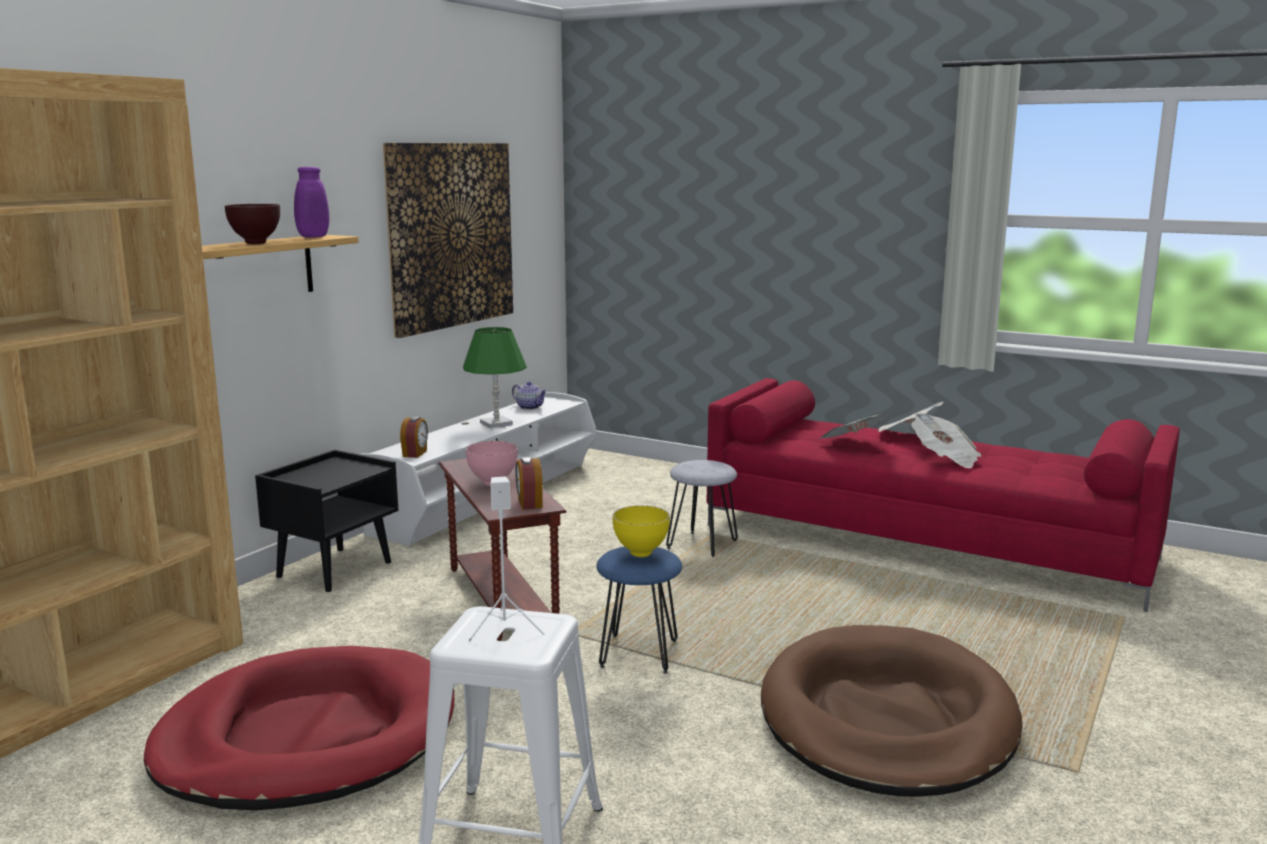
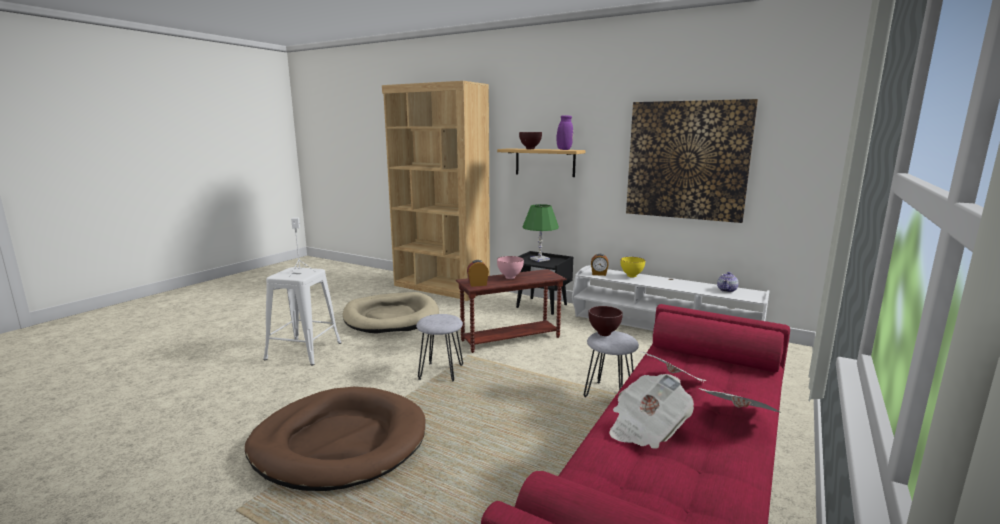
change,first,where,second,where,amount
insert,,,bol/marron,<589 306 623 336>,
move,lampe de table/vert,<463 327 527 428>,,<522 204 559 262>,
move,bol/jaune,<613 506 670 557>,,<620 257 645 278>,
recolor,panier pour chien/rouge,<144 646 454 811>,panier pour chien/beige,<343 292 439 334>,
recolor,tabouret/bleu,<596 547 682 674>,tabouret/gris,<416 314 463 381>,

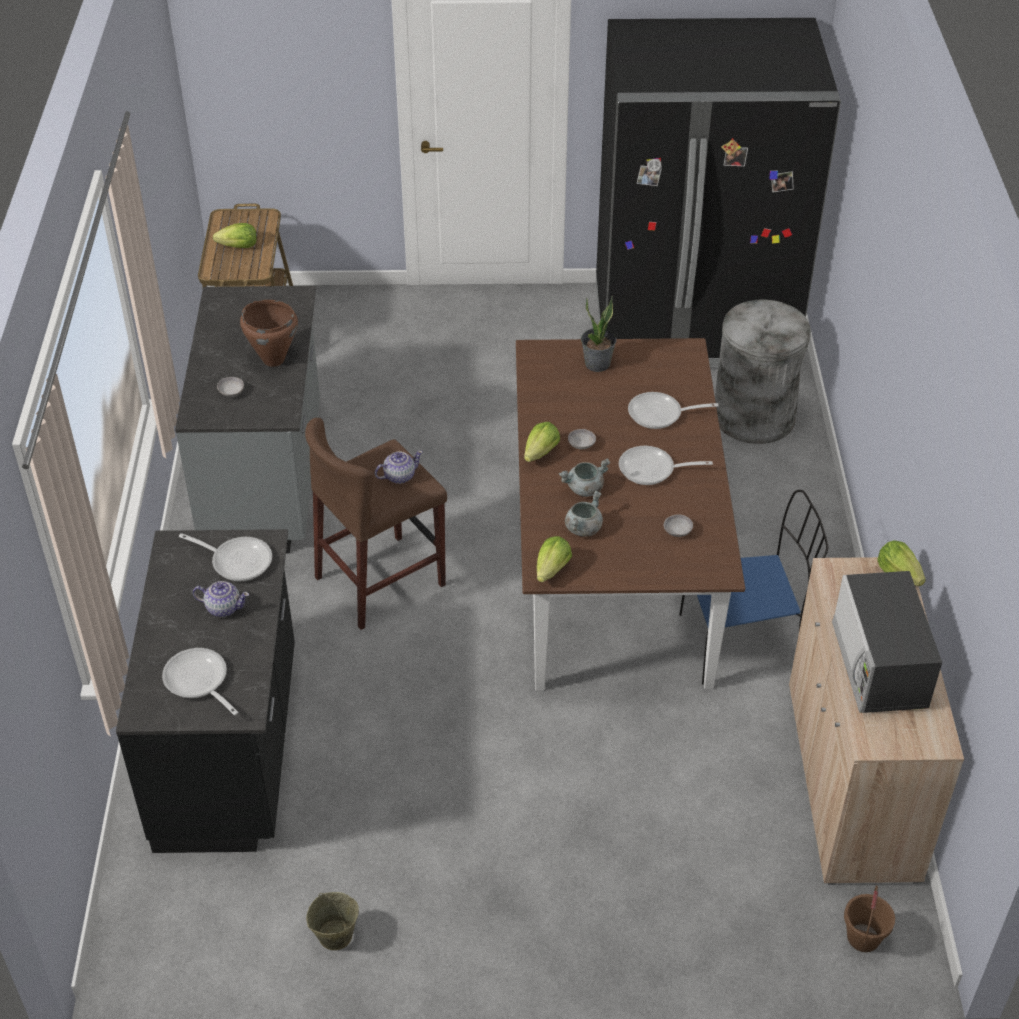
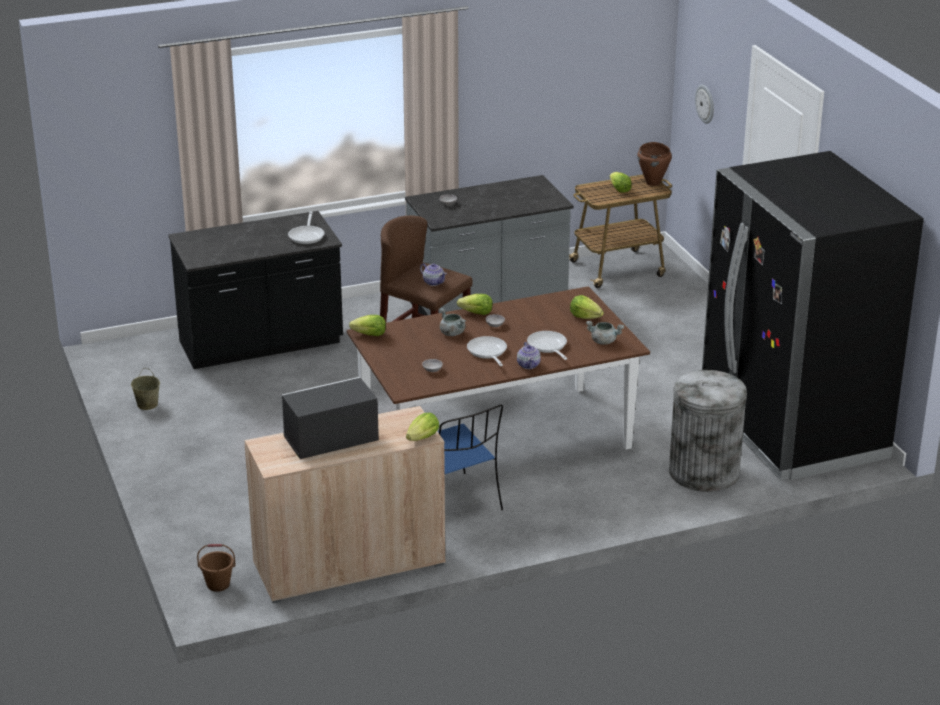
change,first,where,second,where,amount
delete,poêle,<162 648 239 715>,,,
insert,,,horloge murale,<695 85 714 124>,
move,théière,<193 581 249 617>,,<517 342 541 369>,
move,marmite/marron,<240 300 298 367>,,<637 142 672 186>,
move,marmite/gris,<565 491 603 537>,,<586 321 624 345>,
replace,plante en pot,<581 296 617 372>,laitue,<570 295 604 319>,

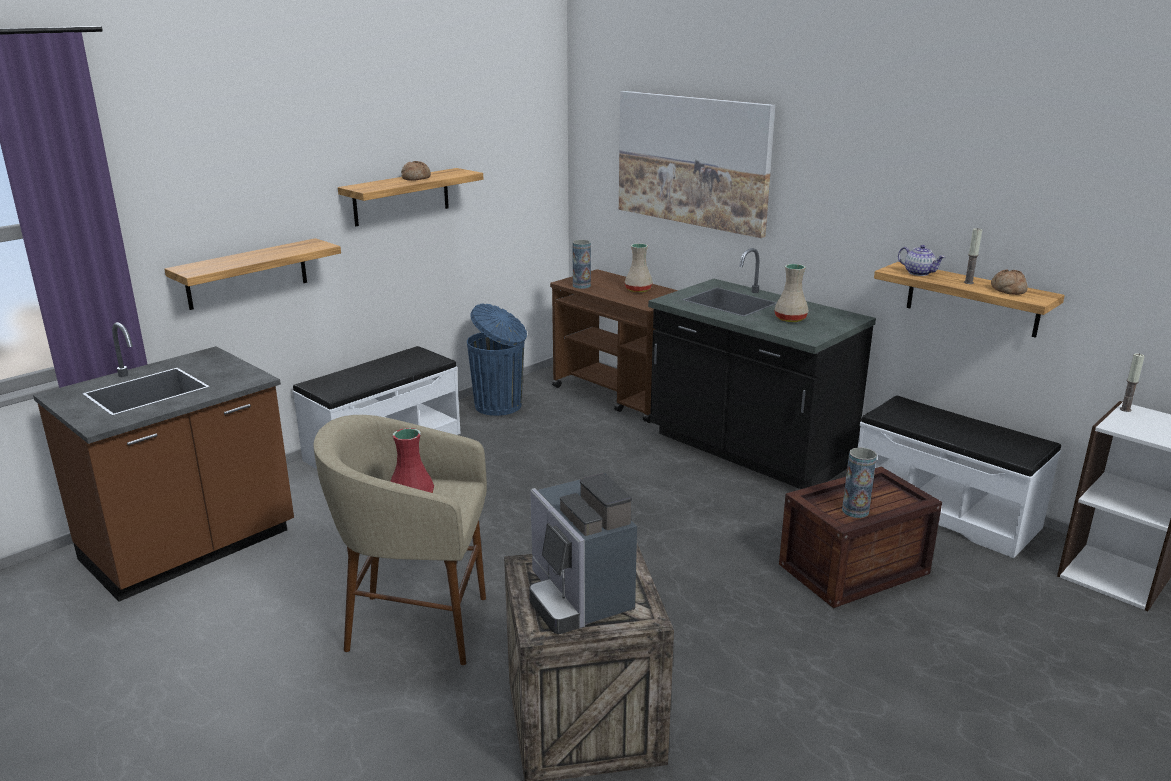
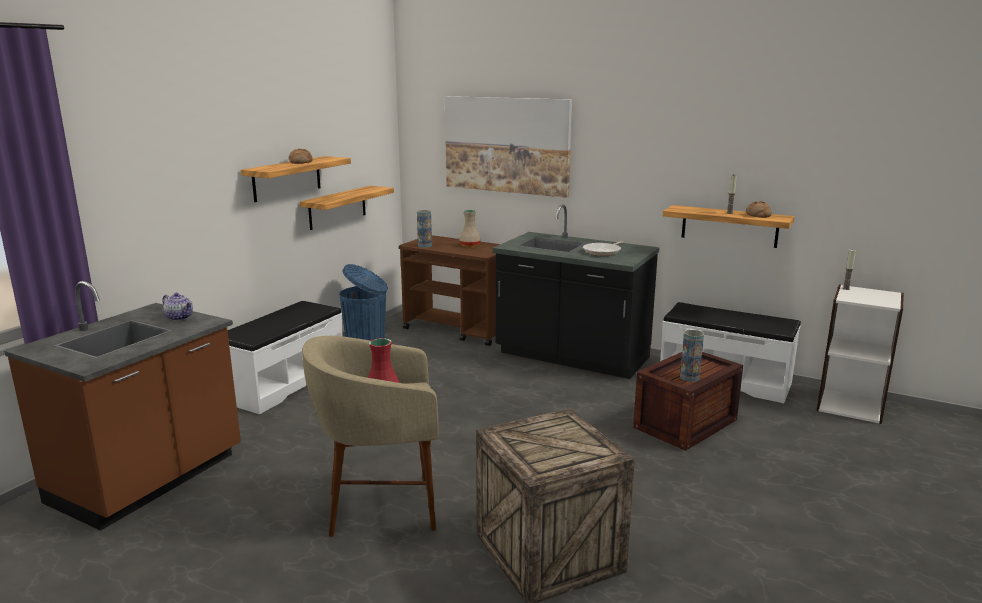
change,first,where,second,where,amount
delete,machine à café,<529 473 637 634>,,,
move,étagère,<164 238 341 310>,,<300 186 394 230>,
move,théière,<898 245 945 276>,,<162 293 193 321>,
replace,vase/beige,<774 264 809 322>,poêle,<583 241 623 256>,

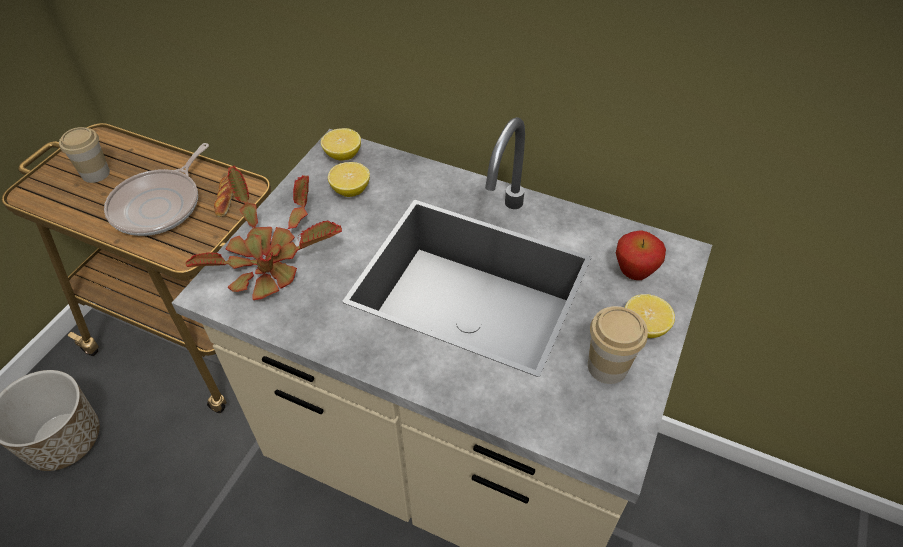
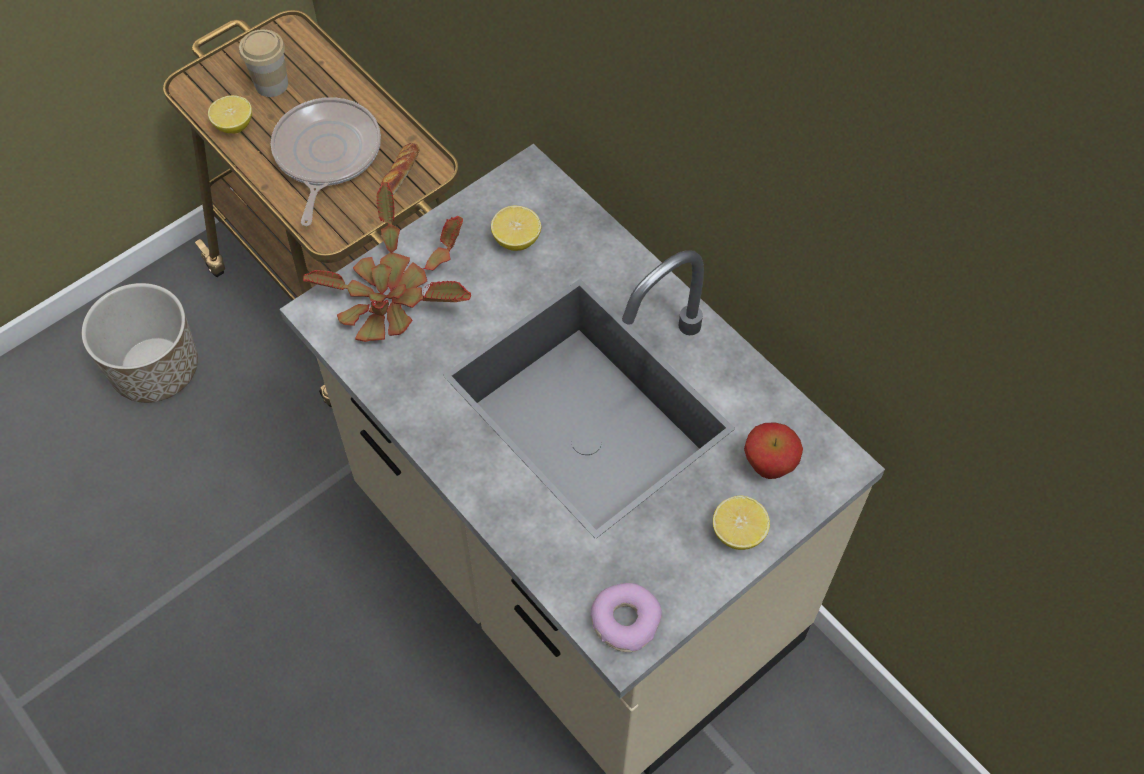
change,first,where,second,where,amount
delete,tasse,<588 306 648 384>,,,
insert,,,beignet,<590 583 662 652>,
move,citron,<321 128 361 160>,,<208 95 252 134>,
rotate,poêle,<104 143 209 236>,,<271 97 381 226>,135 degrees clockwise

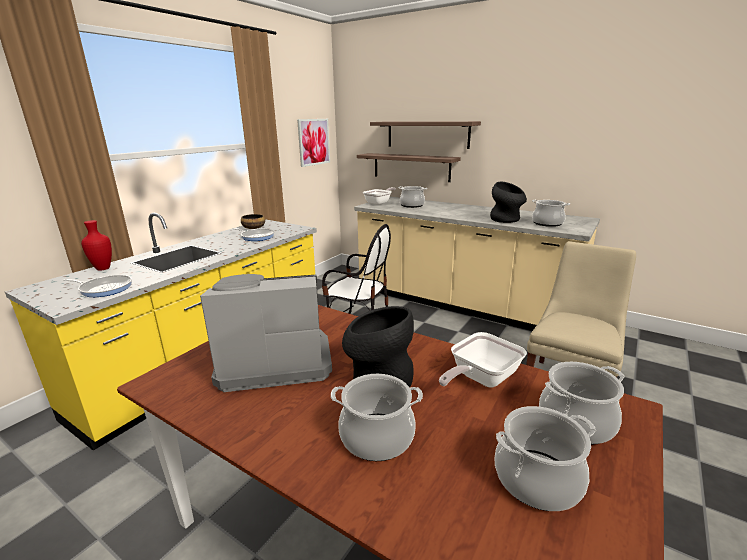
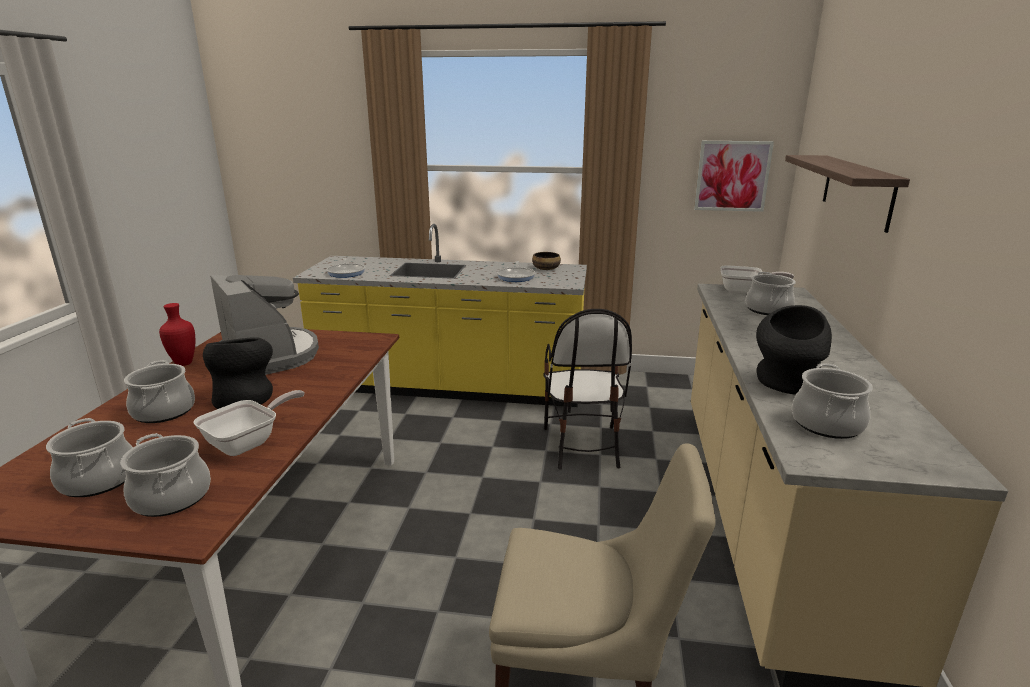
change,first,where,second,where,amount
delete,étagère,<357 153 461 182>,,,
move,vase/rouge,<81 220 112 271>,,<159 303 195 366>,
rotate,poêle,<439 332 527 387>,,<193 390 305 456>,105 degrees clockwise

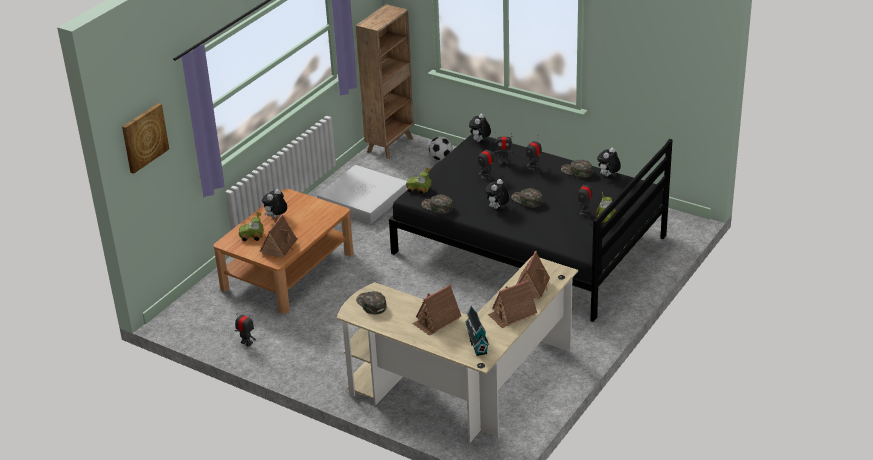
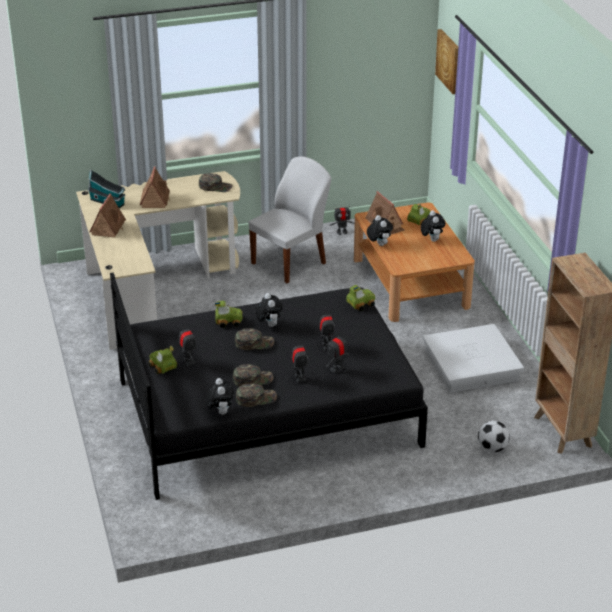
change,first,where,second,where,amount
delete,maison miniature,<516 251 550 299>,,,
insert,,,petite voiture,<215 301 243 328>,
insert,,,chaise/blanc,<249 156 331 283>,
move,casquette/vert,<421 195 453 214>,,<233 364 273 387>,
move,peluche,<469 113 491 142>,,<367 215 393 246>,

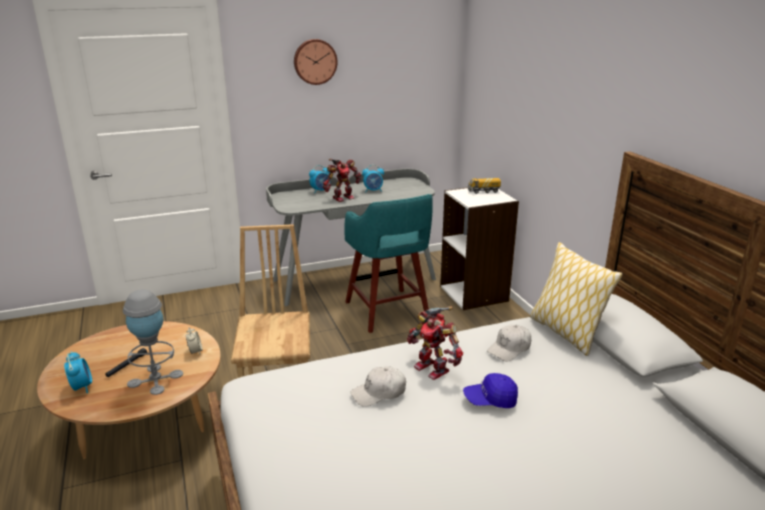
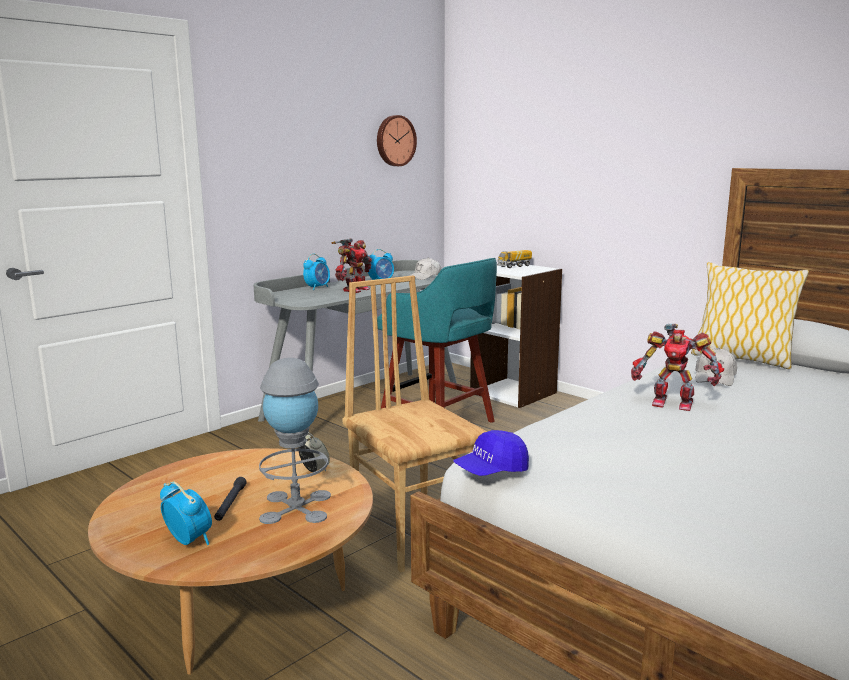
change,first,where,second,where,amount
move,horloge murale,<294 39 338 85>,,<377 115 417 166>,
move,casquette/blanc,<351 366 406 407>,,<409 258 441 280>,
move,casquette/bleu,<463 373 518 408>,,<453 430 529 476>,

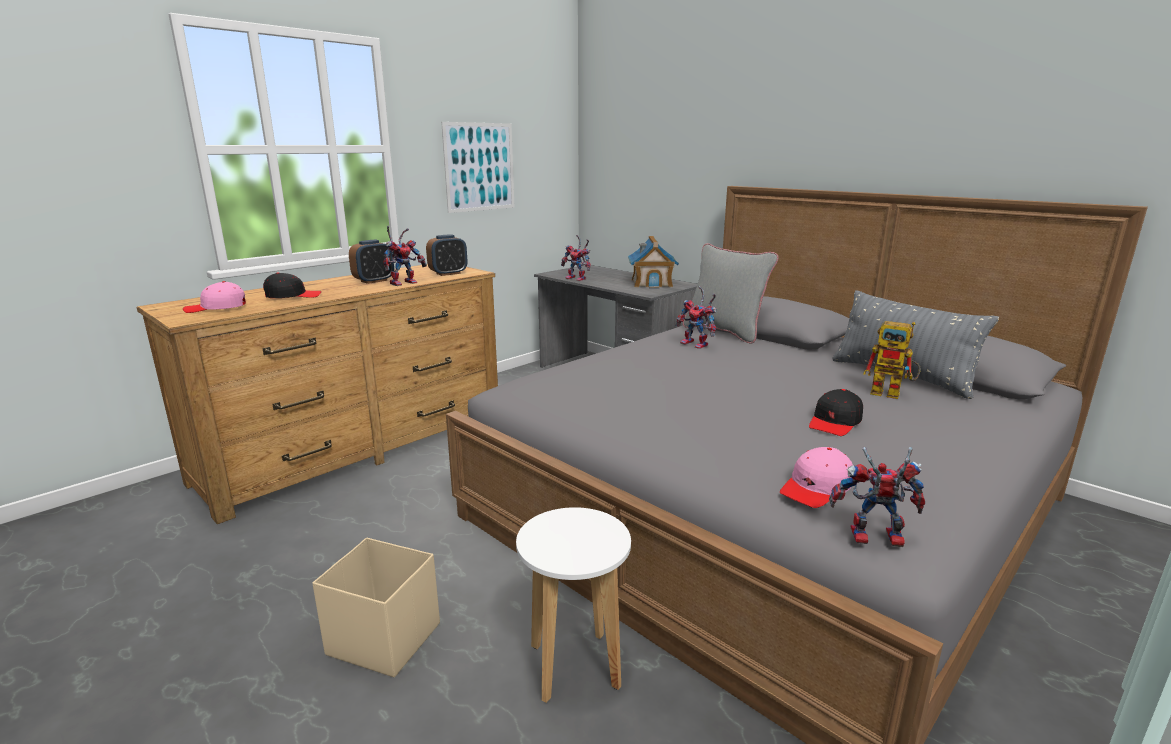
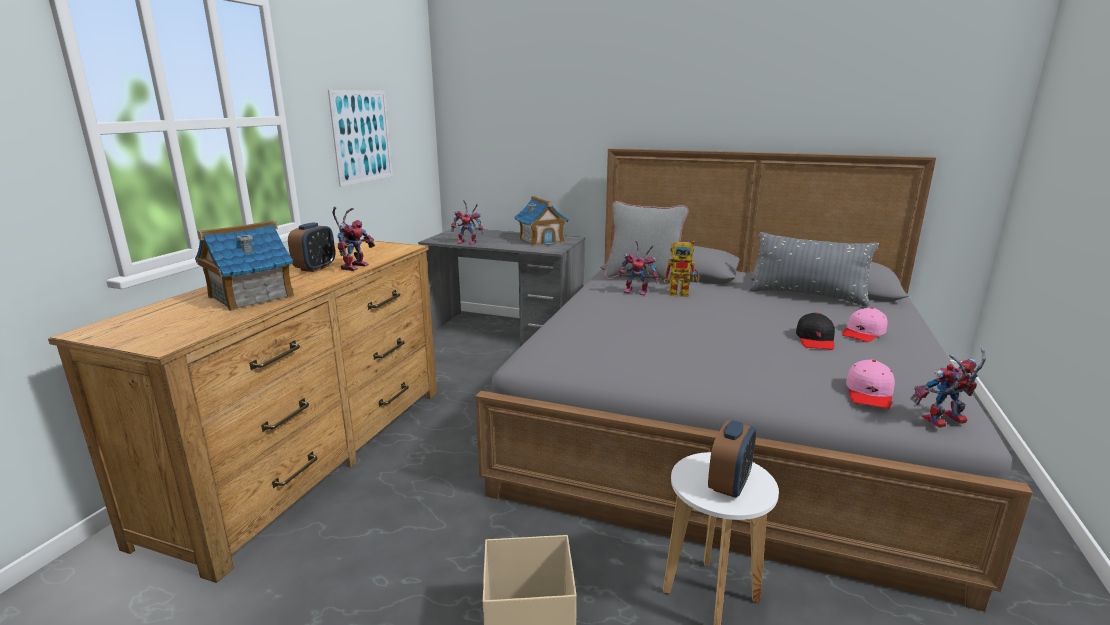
change,first,where,second,where,amount
move,casquette/rose,<183 281 246 313>,,<842 307 888 342>,
move,réveil,<426 234 467 276>,,<708 420 756 498>,
move,robot jouet,<863 321 921 399>,,<663 240 699 296>,
replace,casquette/noir,<263 272 321 298>,maison miniature,<195 220 294 311>,

